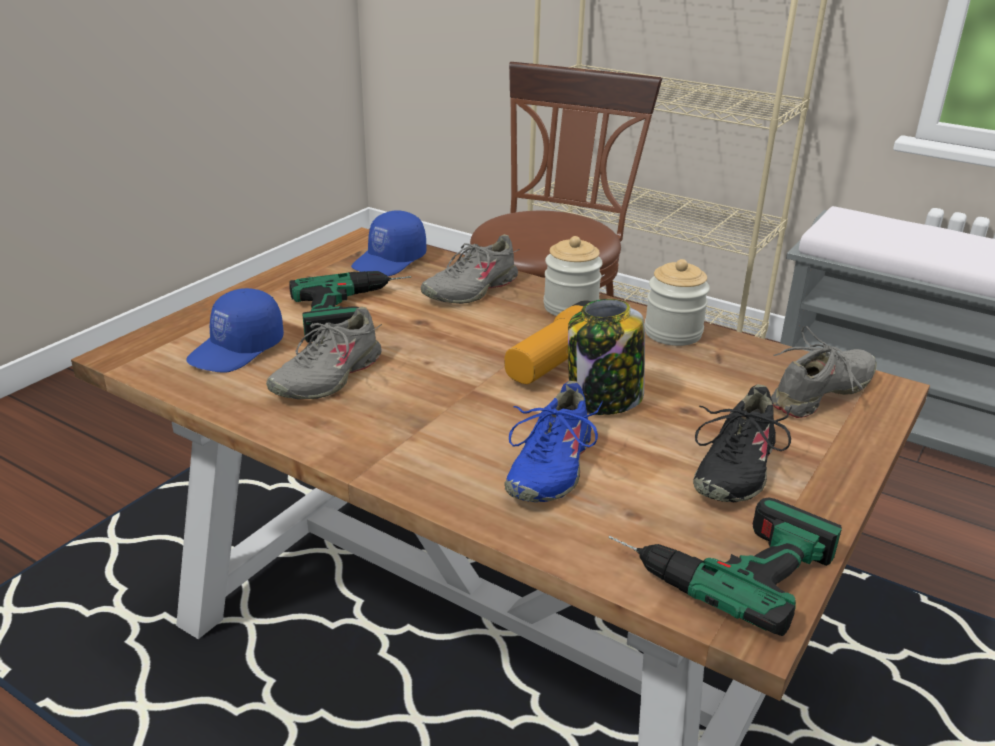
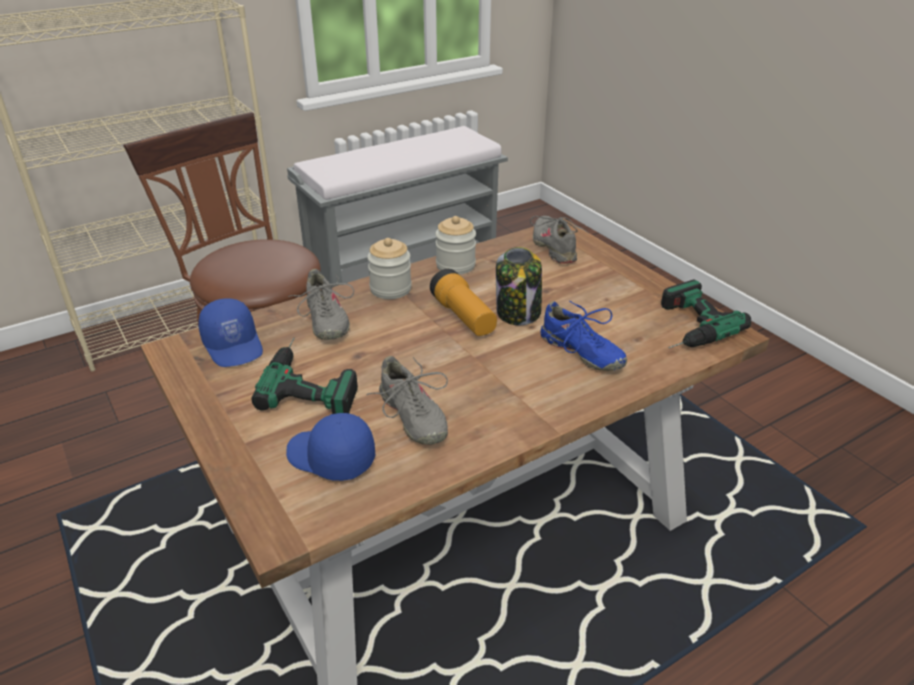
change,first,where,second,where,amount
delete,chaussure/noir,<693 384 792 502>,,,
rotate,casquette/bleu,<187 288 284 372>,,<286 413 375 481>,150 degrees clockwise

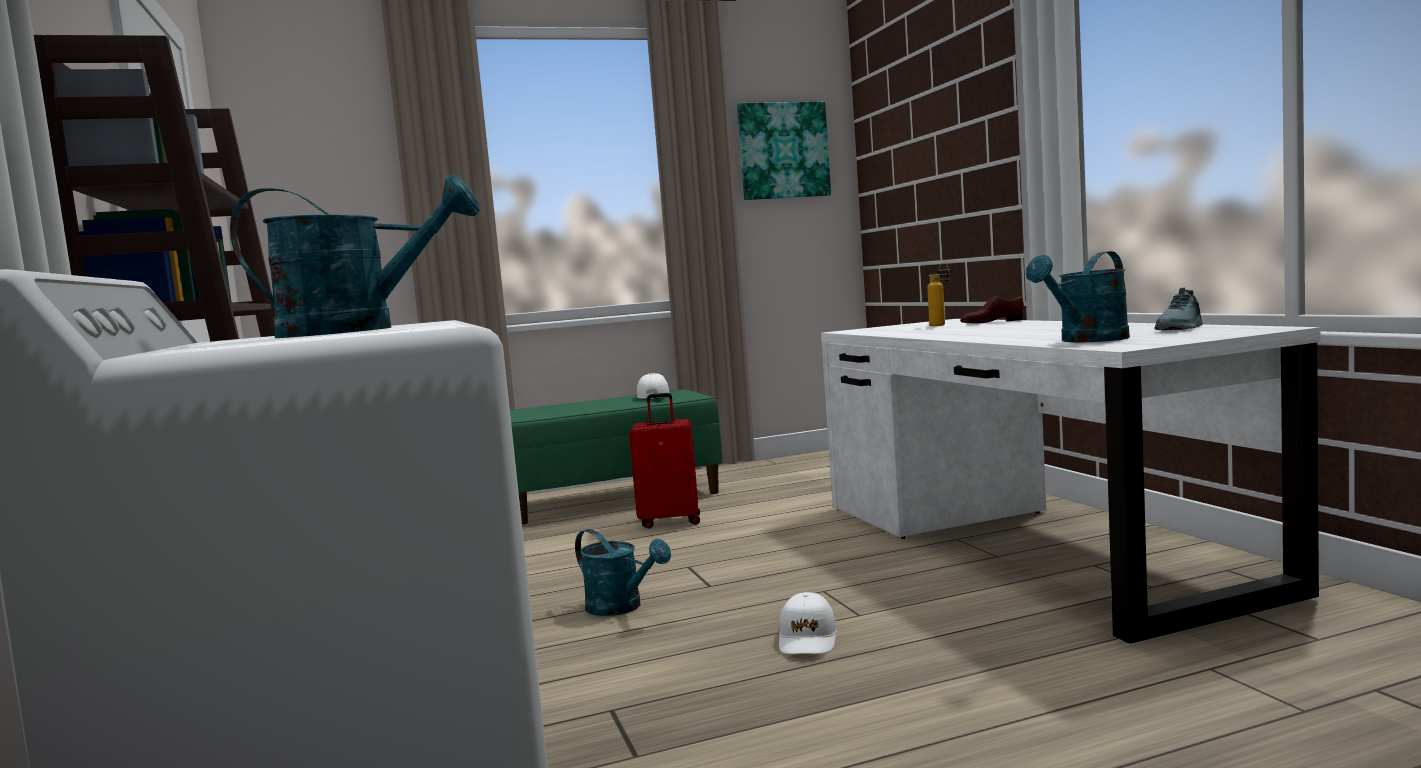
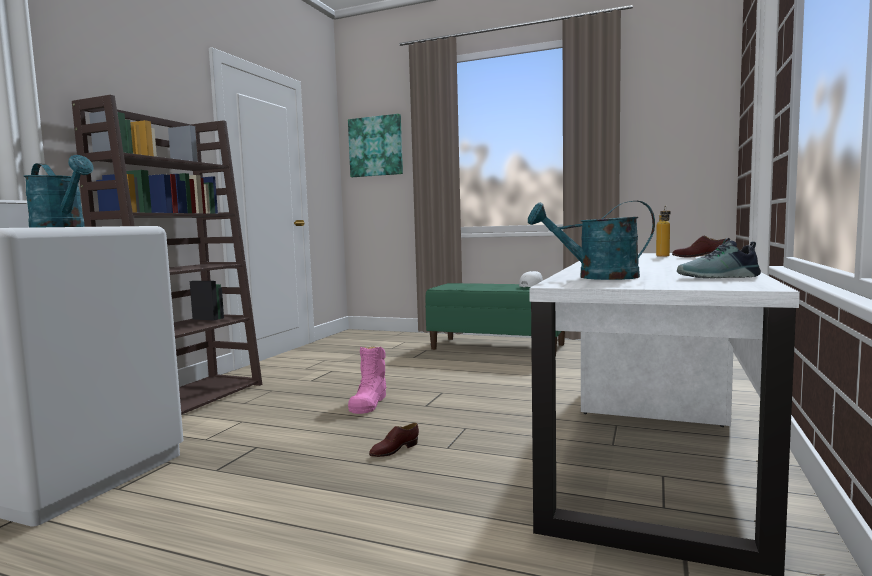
change,first,where,second,where,amount
delete,valise/rouge,<629 393 700 528>,,,
move,tableau,<737 101 831 200>,,<348 114 403 177>,
replace,arrosoir/turquoise,<575 529 671 616>,botte/rose,<348 346 386 414>,
replace,casquette/blanc,<779 592 837 654>,chaussure/marron,<369 423 419 457>,

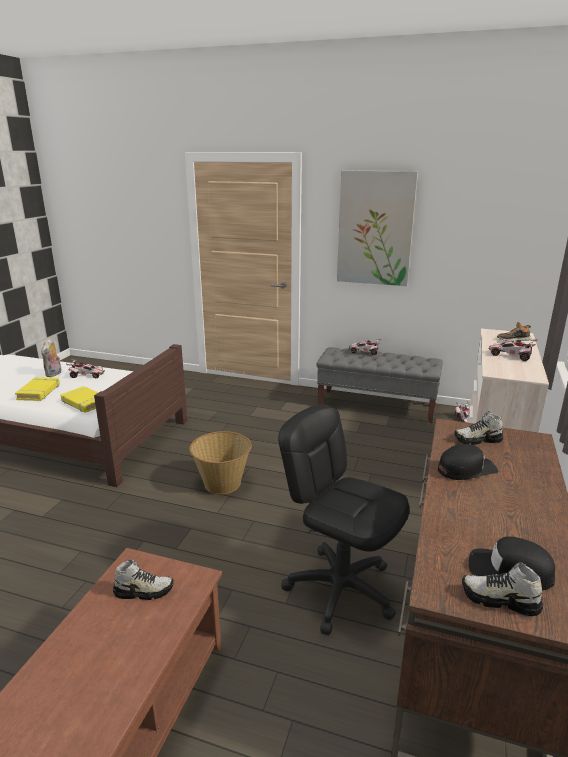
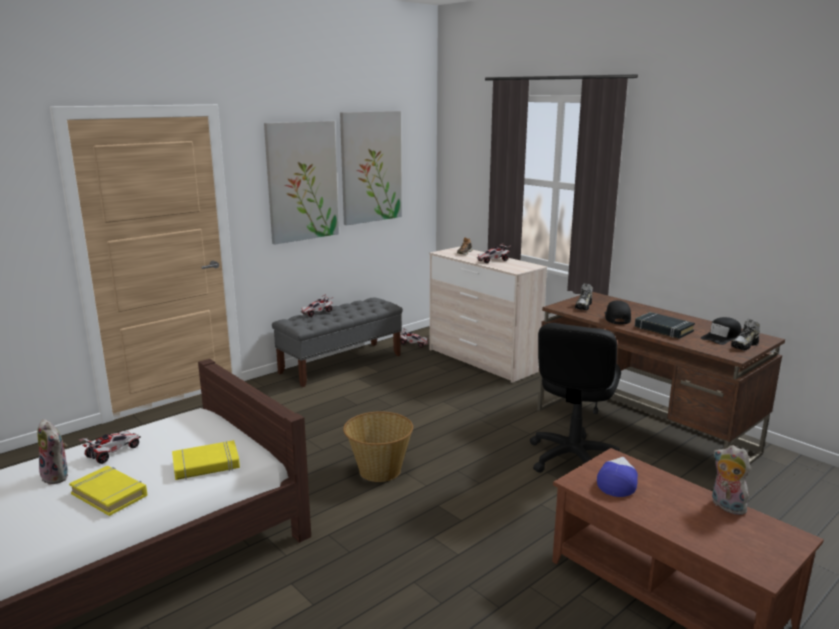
change,first,where,second,where,amount
insert,,,tableau,<340 111 402 226>,
insert,,,livre/noir,<635 312 695 339>,
insert,,,peluche,<712 445 751 515>,
replace,chaussure,<113 559 174 600>,casquette,<597 457 638 497>,
rotate,chaise de bureau/noir,<278 404 410 635>,,<530 323 621 473>,45 degrees counterclockwise

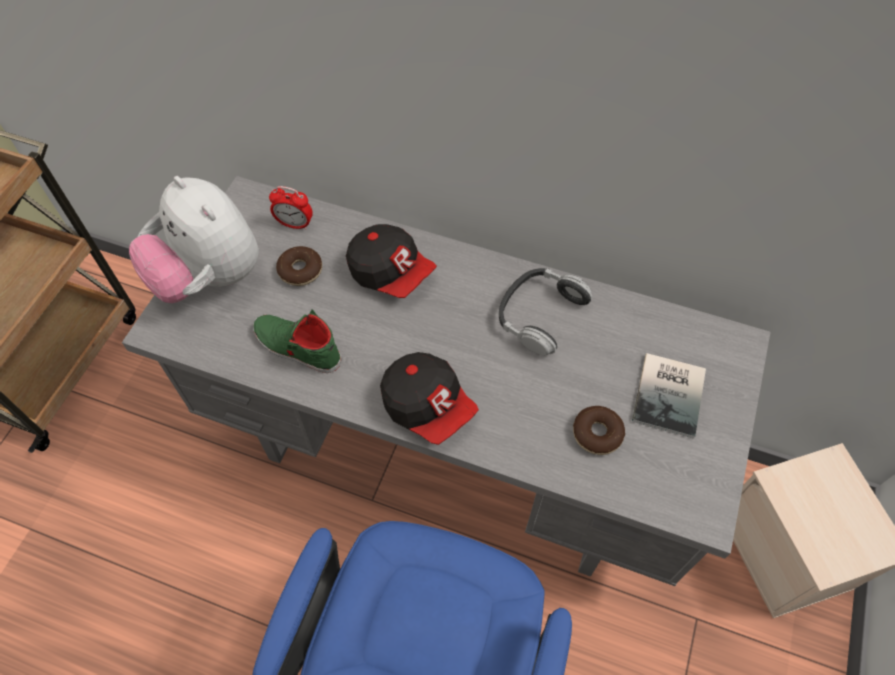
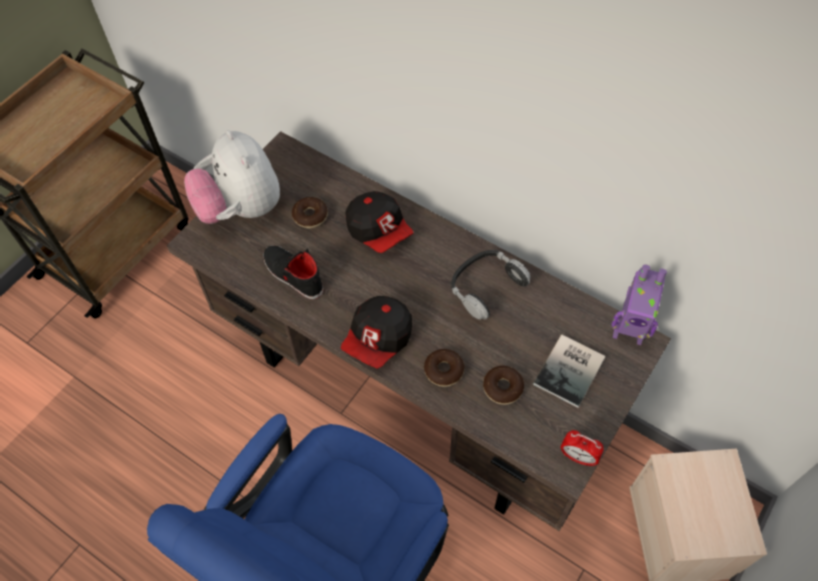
change,first,where,second,where,amount
insert,,,beignet,<424 349 464 387>,
insert,,,robot jouet,<612 264 667 345>,
move,réveil,<269 186 313 230>,,<561 430 604 466>,
recolor,bureau/gris,<122 176 771 586>,bureau/marron,<167 131 671 531>,
recolor,chaussure/vert,<253 310 341 373>,chaussure/noir,<263 245 323 299>,
rotate,casquette,<380 352 479 445>,,<341 296 412 369>,60 degrees clockwise

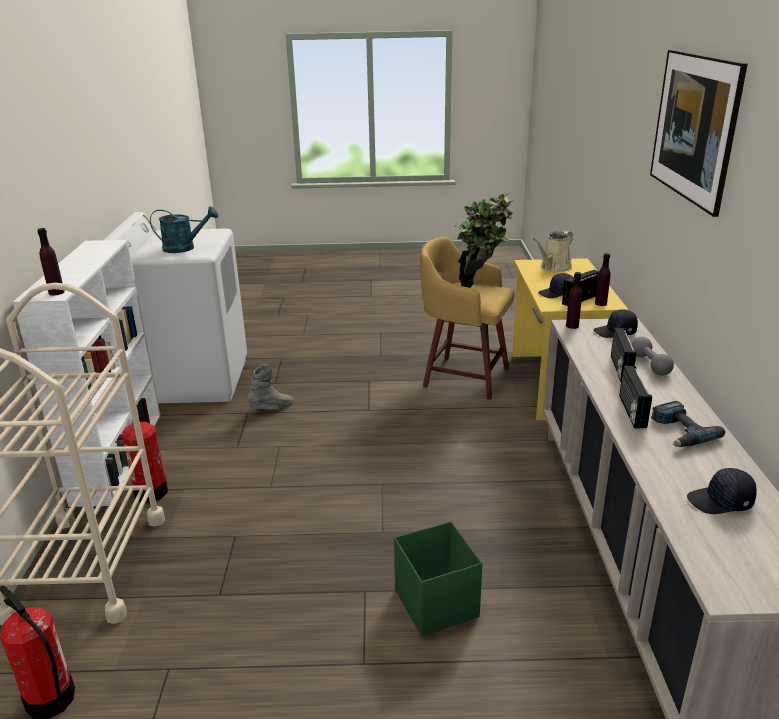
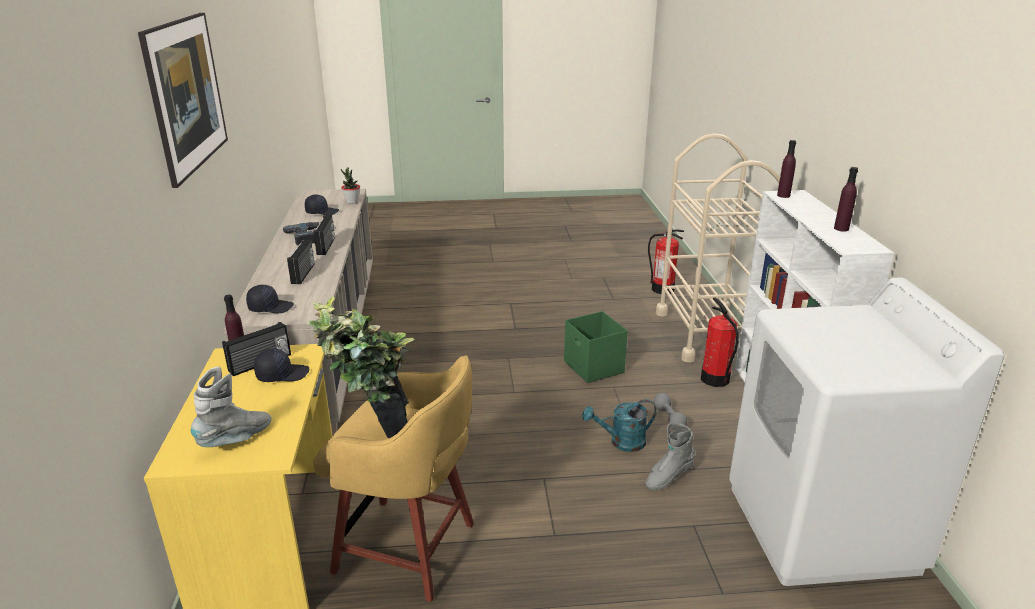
change,first,where,second,where,amount
insert,,,plante en pot,<341 167 360 204>,
move,arrosoir/turquoise,<150 206 218 253>,,<582 399 657 452>,
move,boîte de rangement/vert,<394 521 482 636>,,<564 311 628 383>,
move,bouteille/violet,<566 272 582 329>,,<834 167 858 231>,
move,haltère/gris,<631 337 674 375>,,<653 393 687 430>,
replace,arrosoir/beige,<533 231 573 272>,botte/gris,<191 367 271 447>,

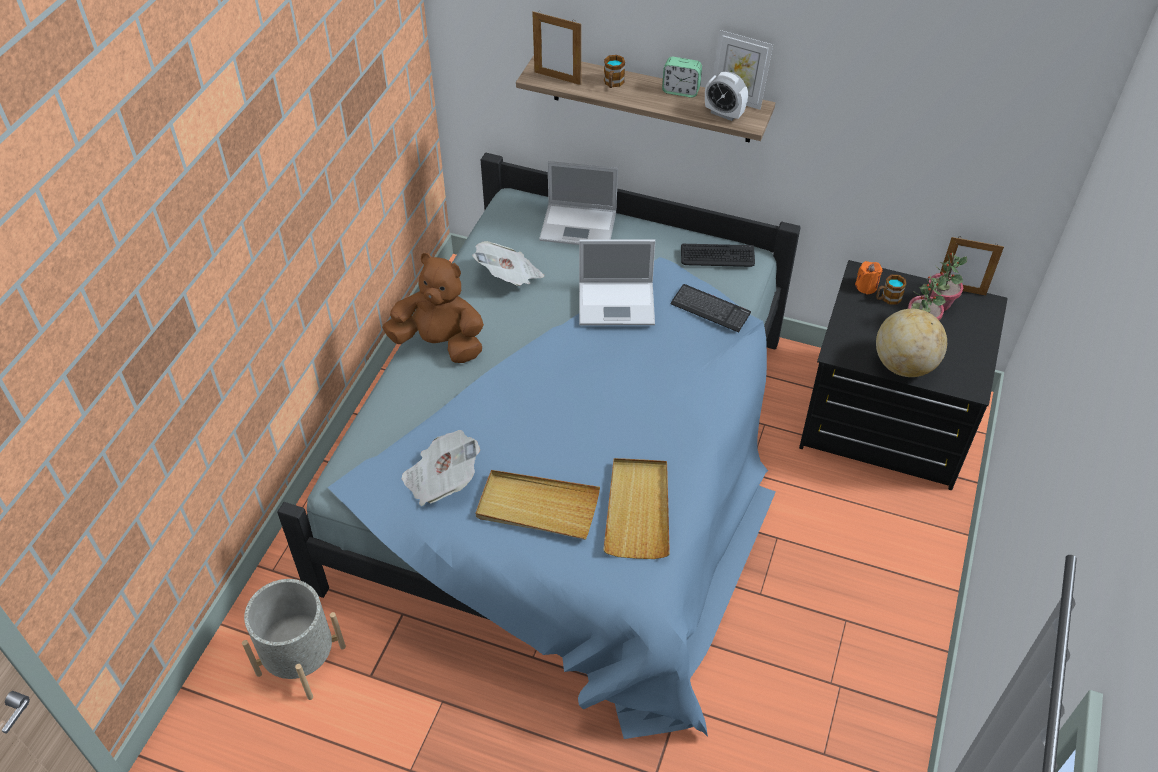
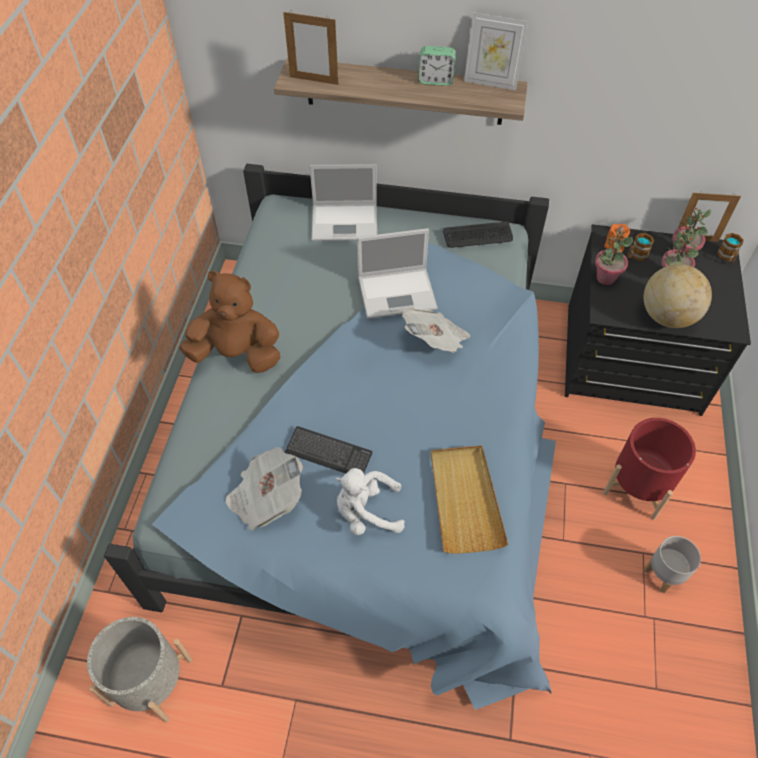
change,first,where,second,where,amount
delete,réveil,<705 72 748 121>,,,
insert,,,plante en pot,<595 230 633 285>,
insert,,,cache-pot/rouge,<603 418 696 520>,
insert,,,cache-pot/gris,<644 536 701 593>,
move,journal,<472 241 544 286>,,<402 308 470 353>,
move,mug,<604 55 625 88>,,<717 233 744 263>,
move,clavier,<670 284 751 332>,,<285 426 372 473>,
replace,plateau/beige,<476 470 600 540>,peluche/blanc,<335 468 405 535>,

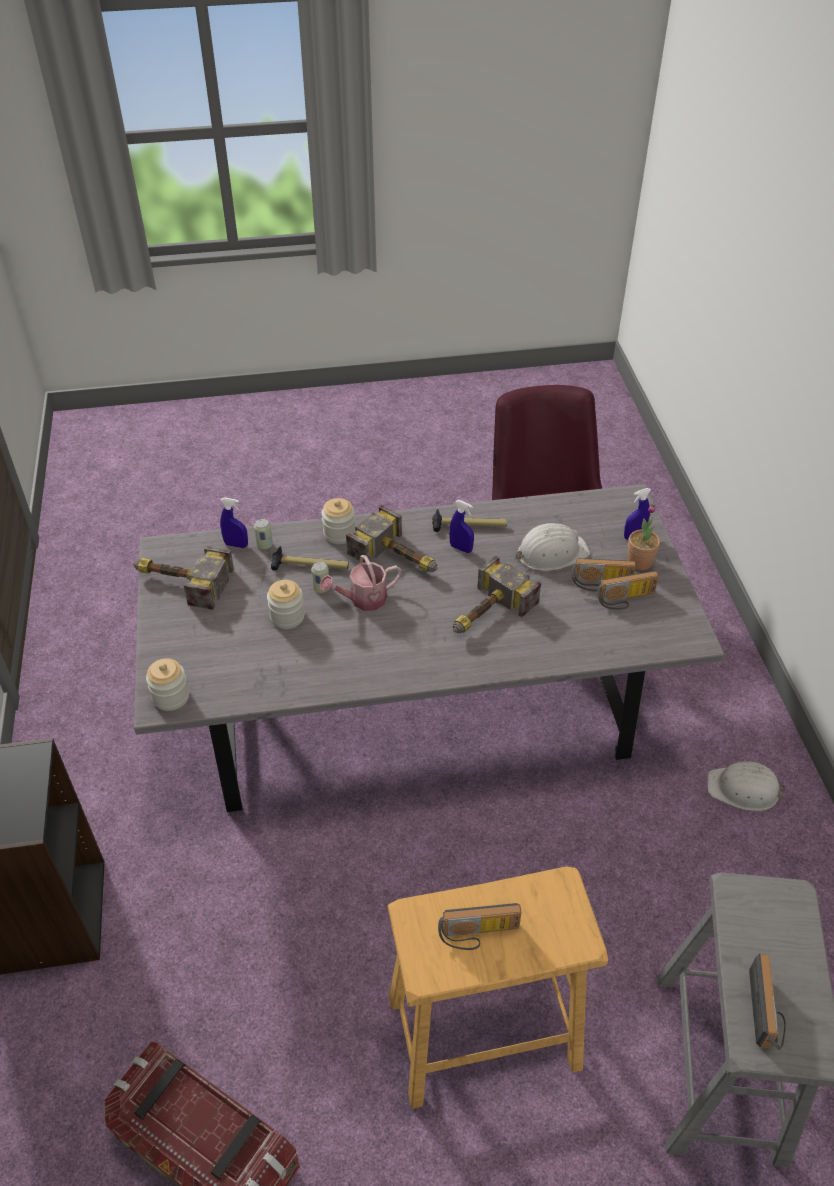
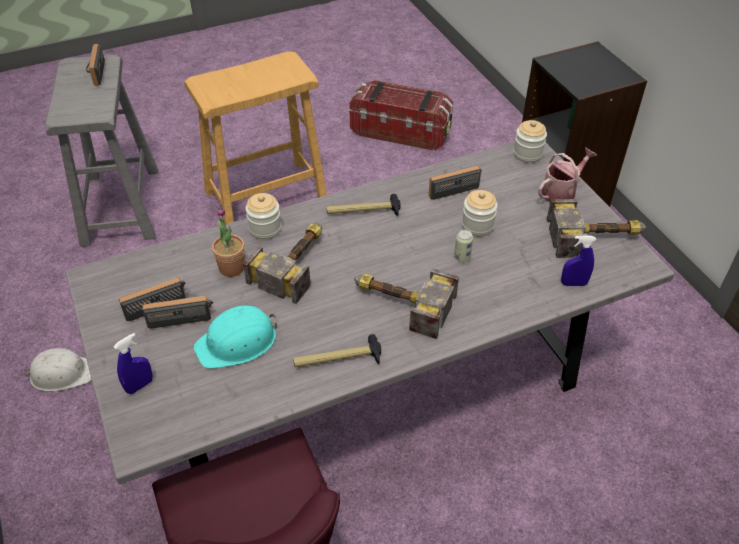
change,first,where,second,where,amount
delete,boîte métallique,<254 519 273 549>,,,
delete,vaporisateur/bleu,<449 500 474 553>,,,
move,marteau,<271 546 349 571>,,<326 194 401 216>,
move,arrosoir,<320 555 402 611>,,<538 148 597 202>,
move,bocal,<322 498 355 544>,,<246 193 281 240>,
move,radio,<438 903 522 950>,,<429 166 482 200>,
move,plante en pot,<627 504 660 570>,,<212 206 245 277>,
recolor,casque de chantier/blanc,<515 523 590 571>,casque de chantier/turquoise,<194 306 277 369>,

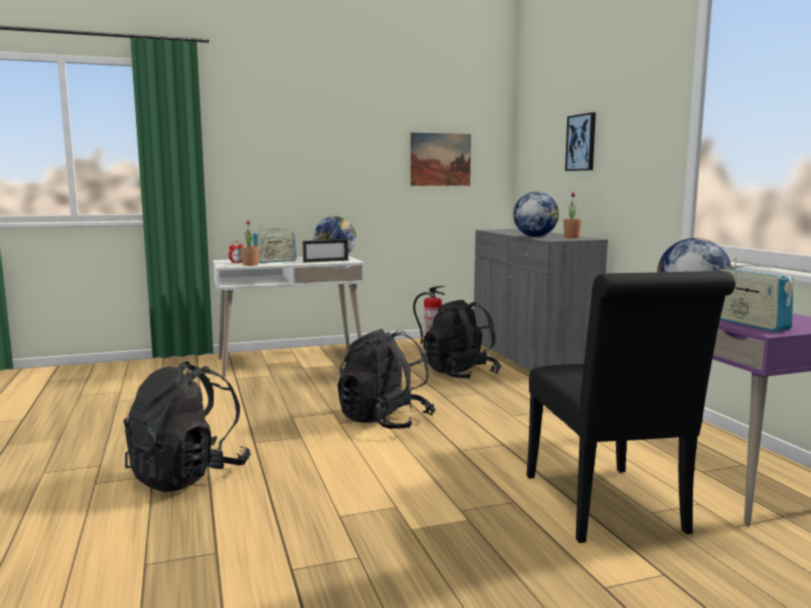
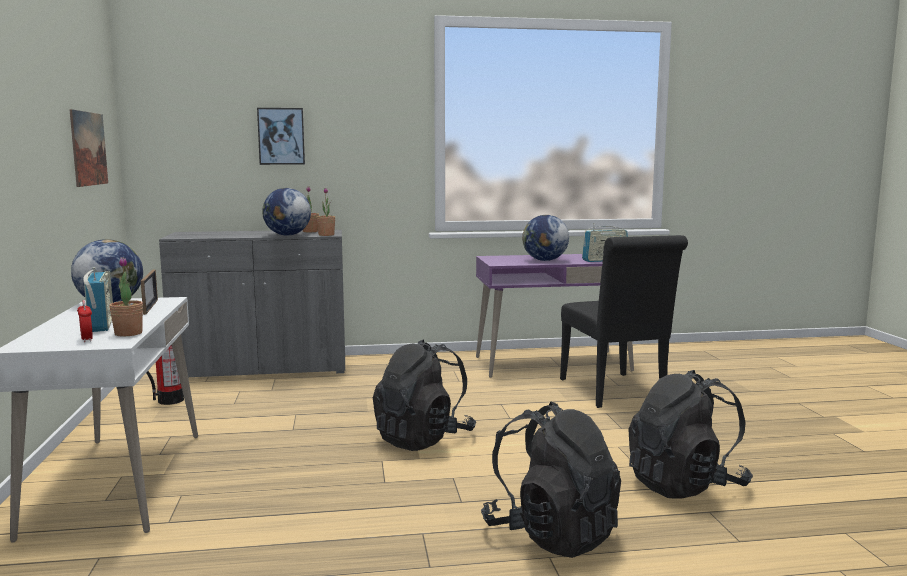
change,first,where,second,where,amount
insert,,,plante en pot,<317 188 335 236>,
move,sac à dos/noir,<424 300 501 379>,,<628 370 753 499>,
rotate,chaise/noir,<526 271 736 543>,,<560 235 688 408>,75 degrees clockwise

